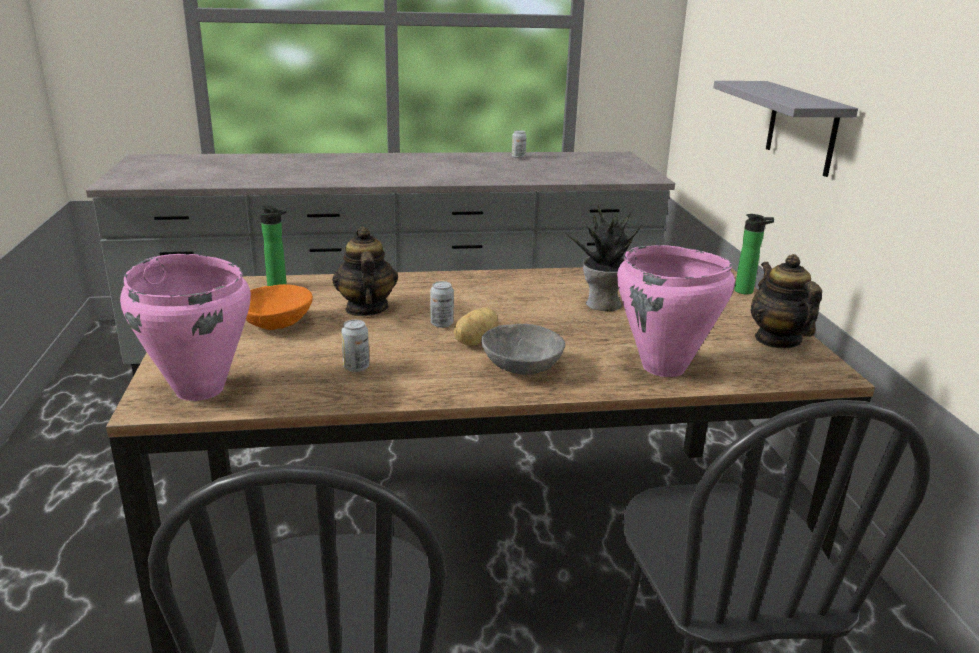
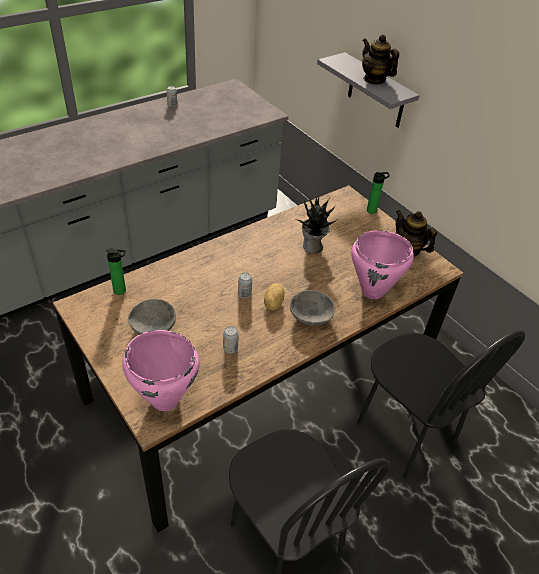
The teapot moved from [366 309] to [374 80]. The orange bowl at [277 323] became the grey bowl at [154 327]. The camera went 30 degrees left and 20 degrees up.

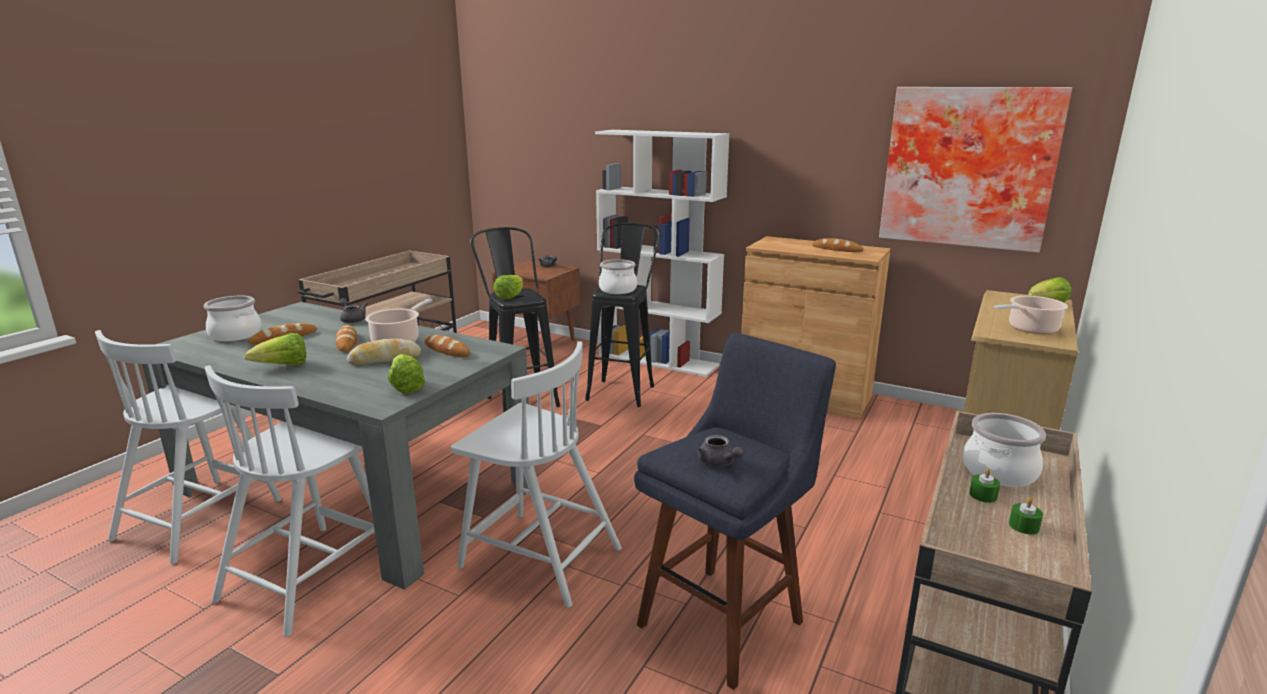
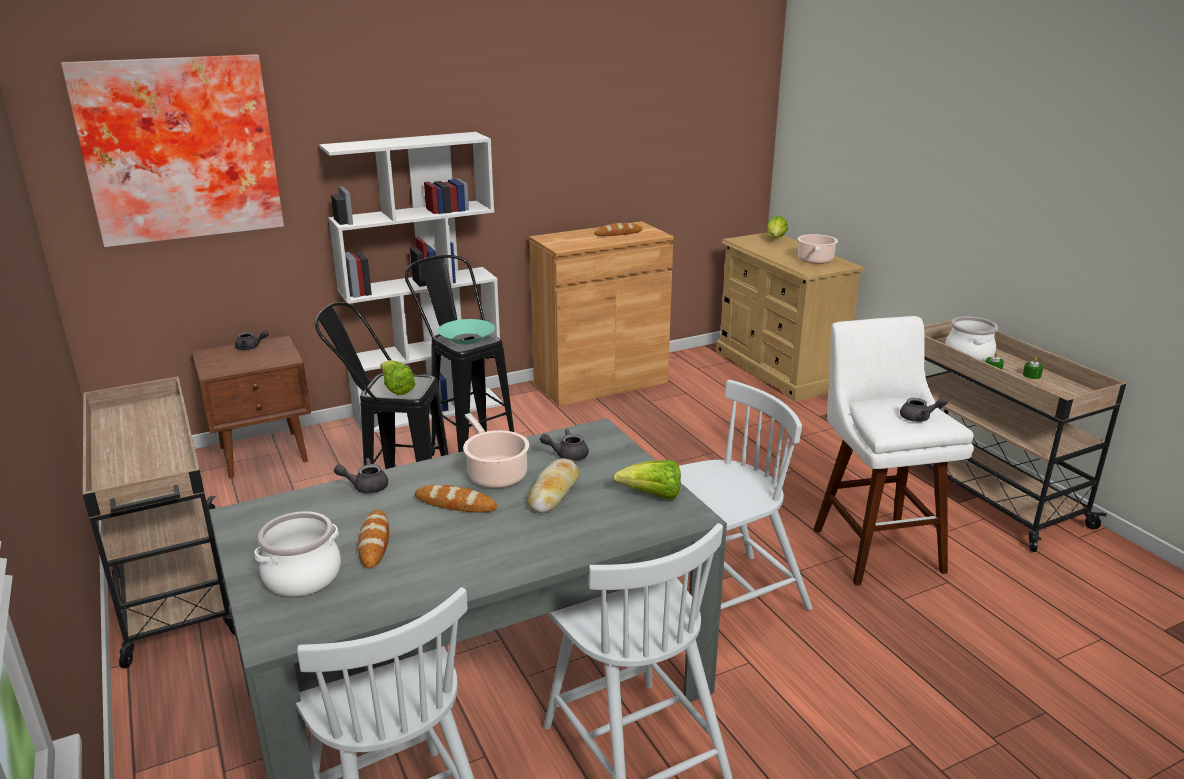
The lettuce at [284 366] disappeared. The picture moved from [968 167] to [180 149]. The bread at [447 350] was replaced by the grey teapot at [567 455]. The cooking pot at [618 290] was replaced by the turquoise bowl at [467 338]. The blue stool at [726 617] became the white stool at [873 545]. The camera went 55 degrees left and 5 degrees up.

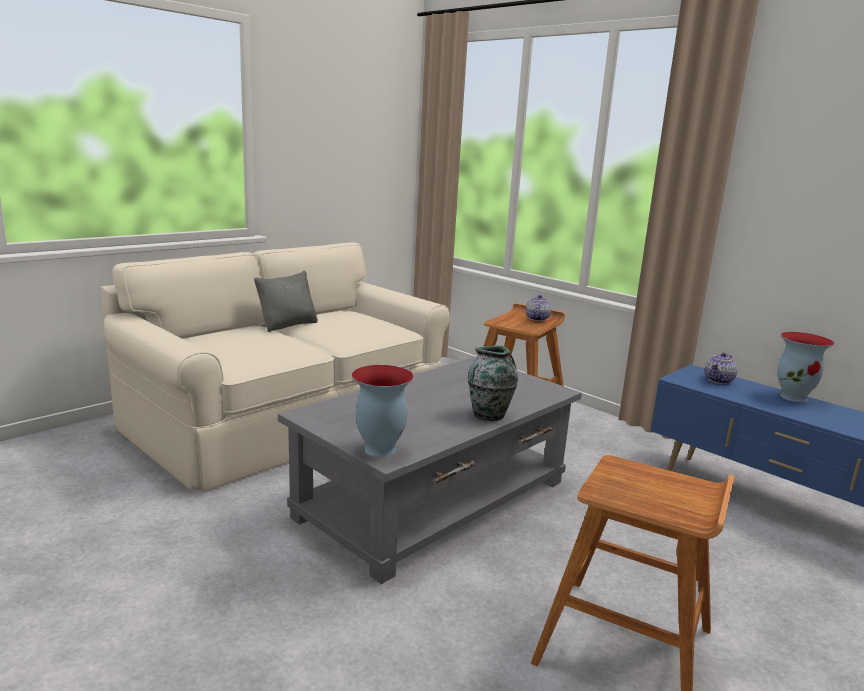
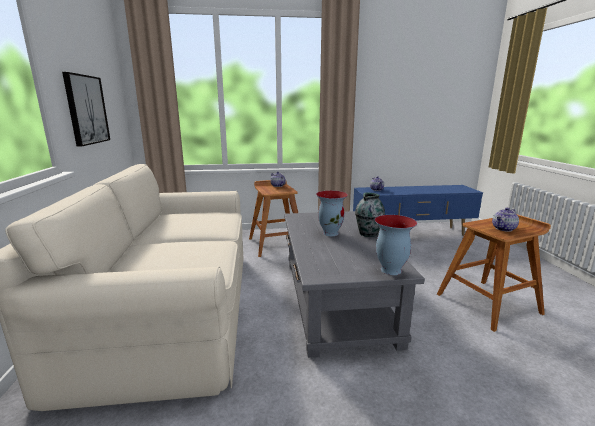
The grey pillow at [288 325] disappeared. The picture at [86 110] appeared. The teapot at [504 229] appeared. The vase moved from [794 397] to [330 233]. The camera went 50 degrees left and 0 degrees up.

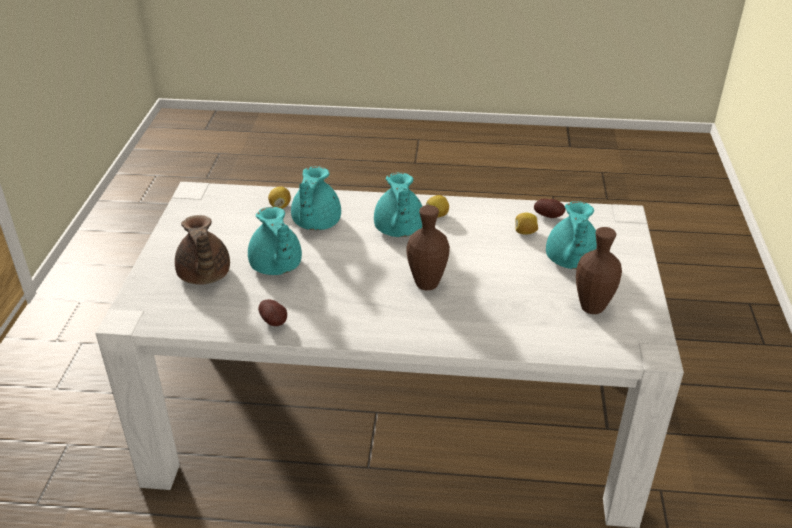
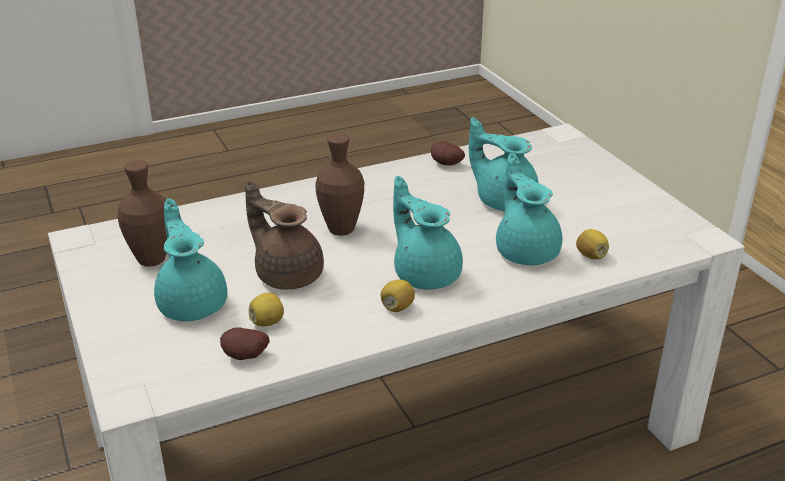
The brown teapot moved from [204 276] to [287 274]. The camera went 150 degrees right and 5 degrees down.

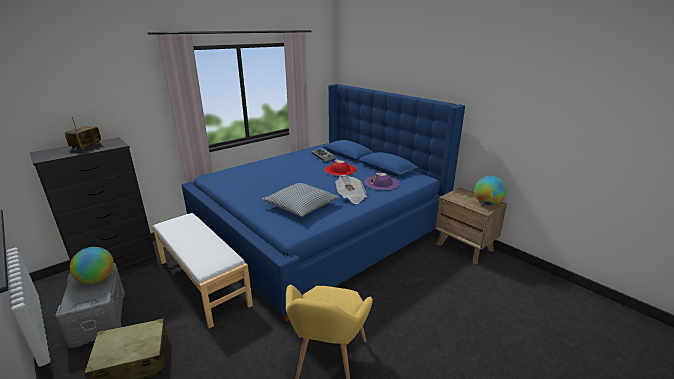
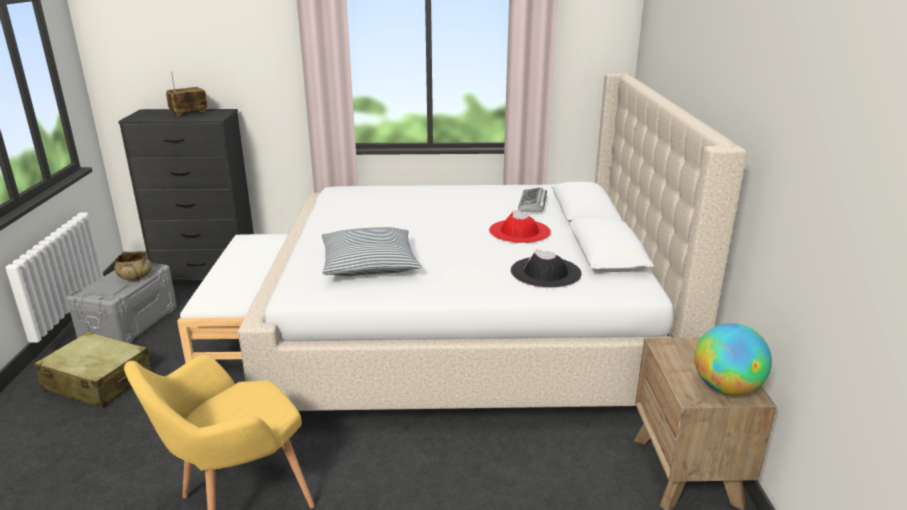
The newspaper at [351 197] disappeared. The globe at [97 279] was replaced by the beige bowl at [135 277]. The blue bed at [320 231] became the beige bed at [470 331]. The purple hat at [381 183] became the black hat at [545 272]. The camera went 40 degrees right and 0 degrees up.

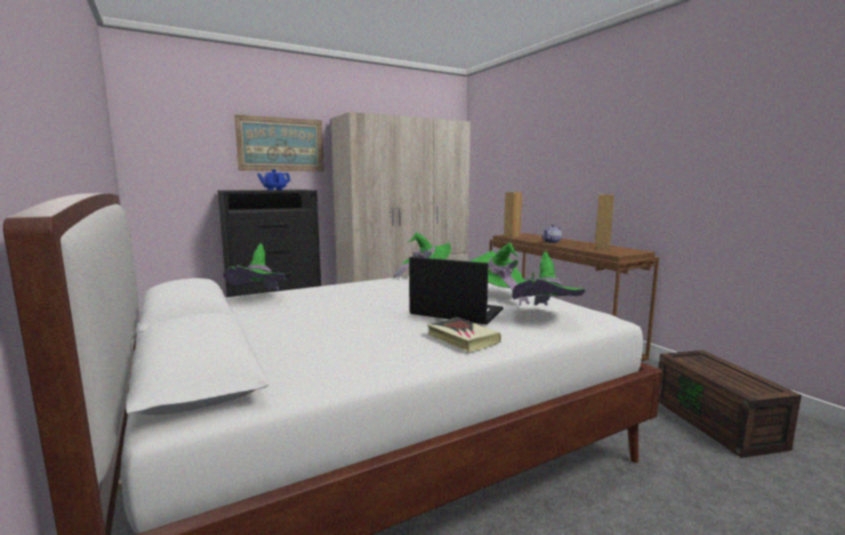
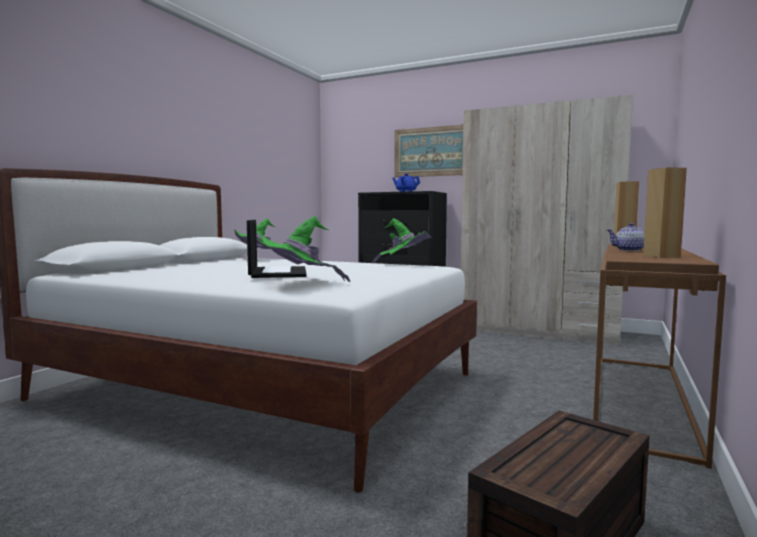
The book at [462 339] disappeared. The green hat at [500 295] disappeared. The camera went 55 degrees right and 5 degrees down.

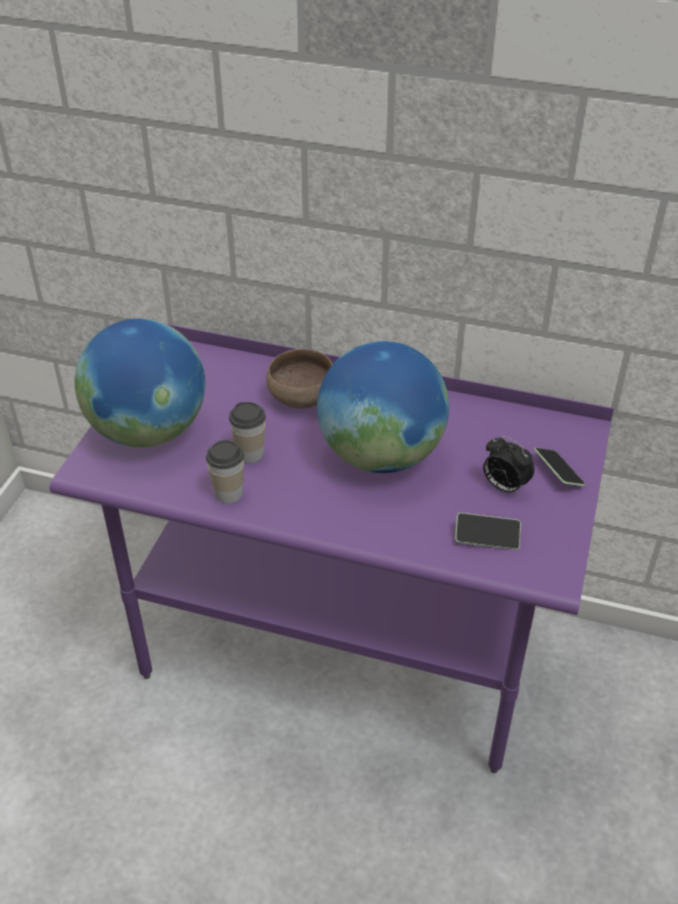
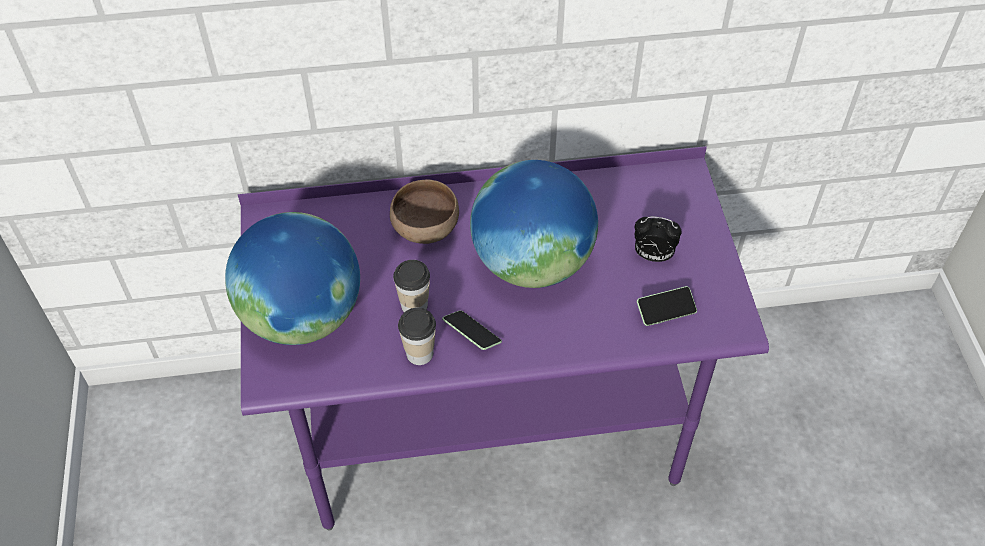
The phone moved from [557 473] to [471 335]. The camera went 25 degrees left and 10 degrees up.

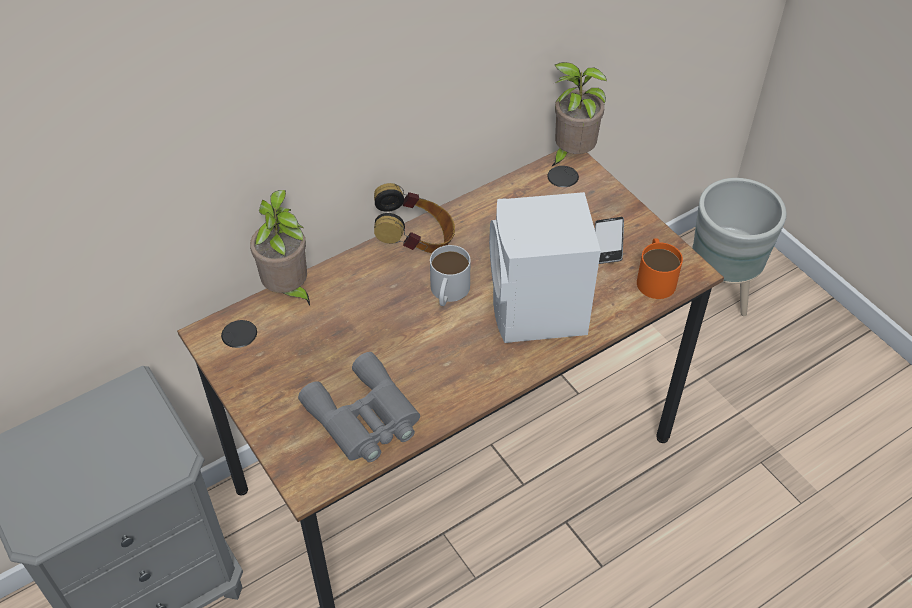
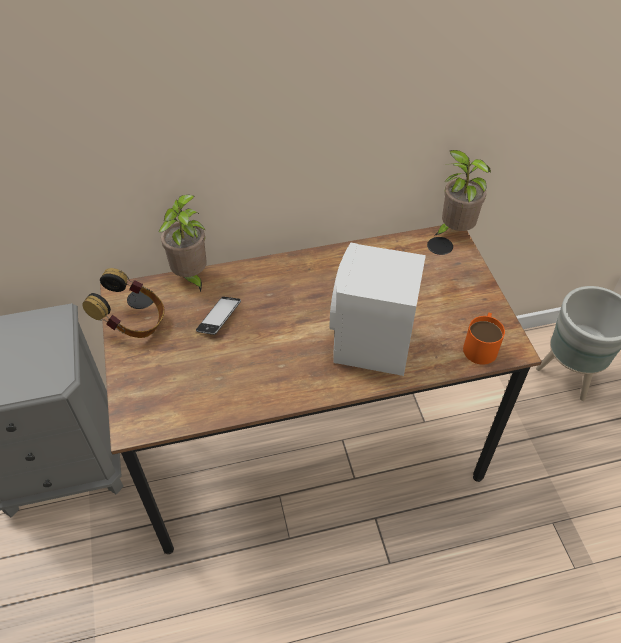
The grey binoculars at [364 419] disappeared. The white mug at [448 292] disappeared. The headphones moved from [415 241] to [133 322]. The phone moved from [607 244] to [219 318]. The camera went 20 degrees right and 0 degrees up.

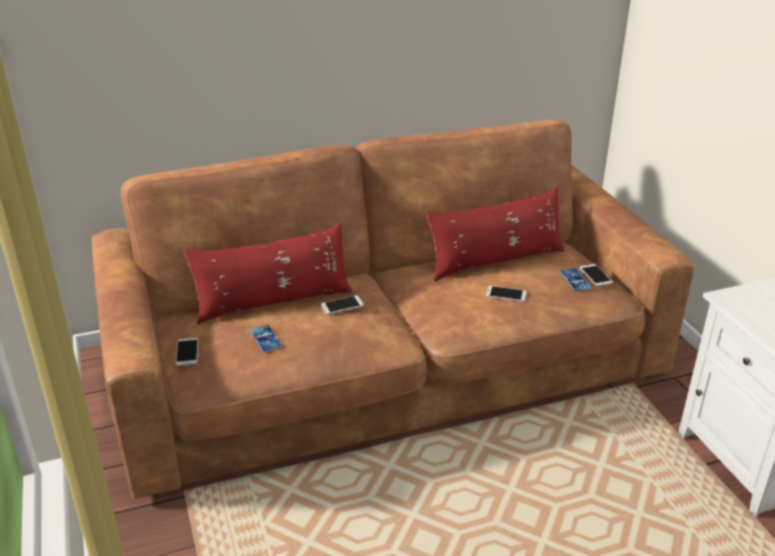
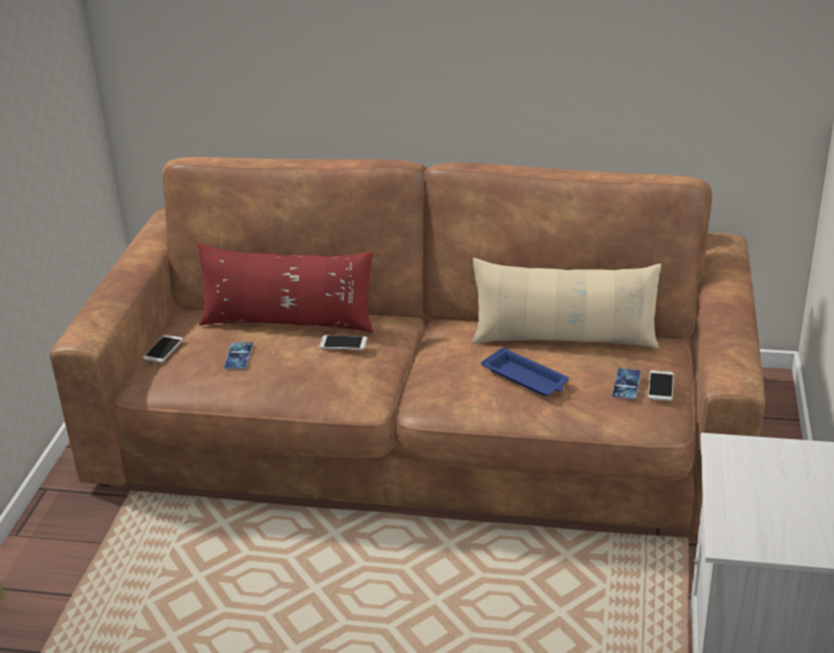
The phone at [506 294] was replaced by the blue tray at [526 378]. The red pillow at [496 261] became the beige pillow at [564 339]. The camera went 30 degrees right and 0 degrees up.

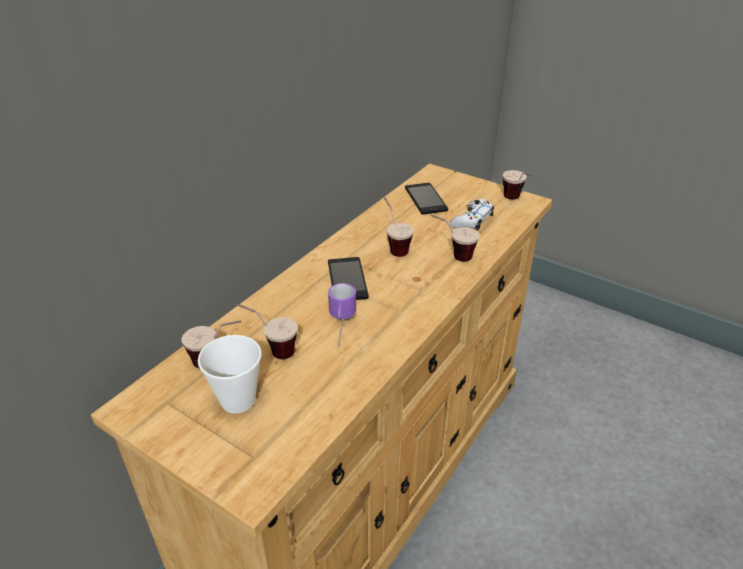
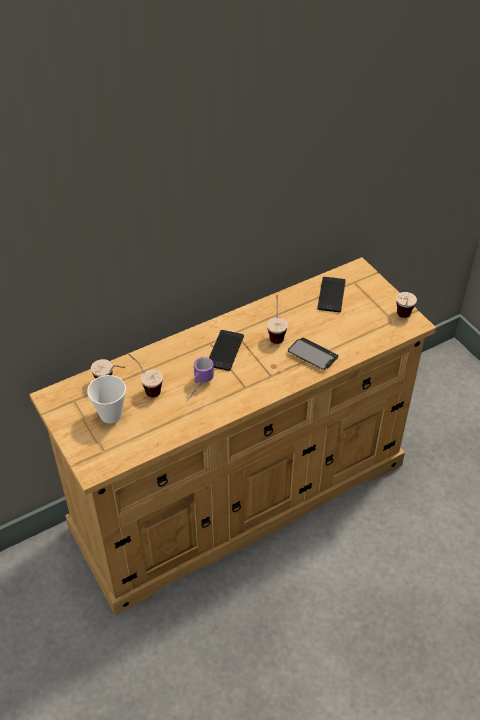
The white game controller at [472 220] disappeared. The cup at [451 255] was replaced by the phone at [312 354]. The camera went 25 degrees right and 10 degrees up.

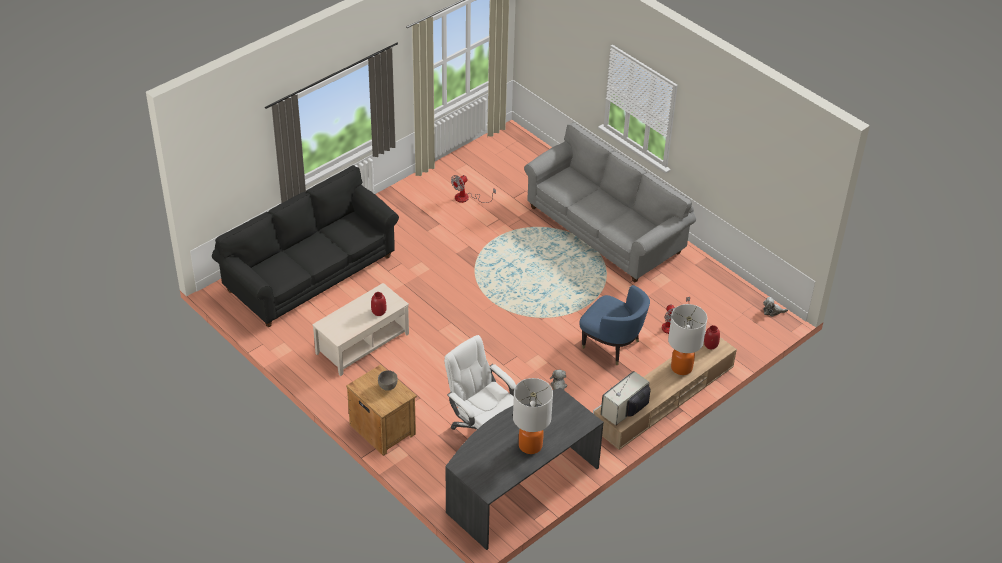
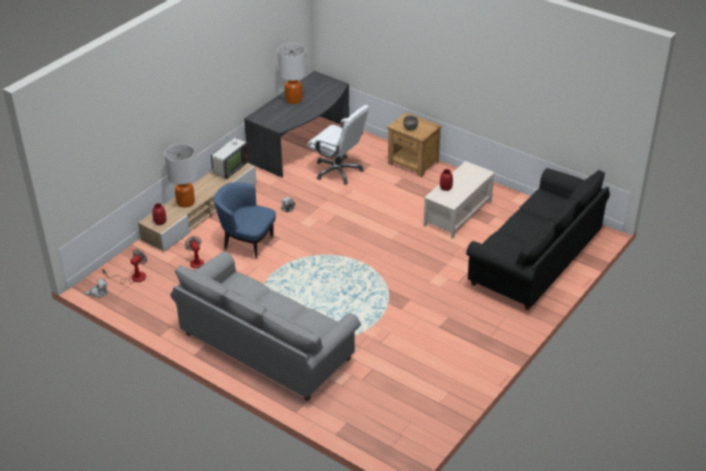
The fan moved from [467 198] to [133 277]. The camera went 170 degrees right and 5 degrees down.

